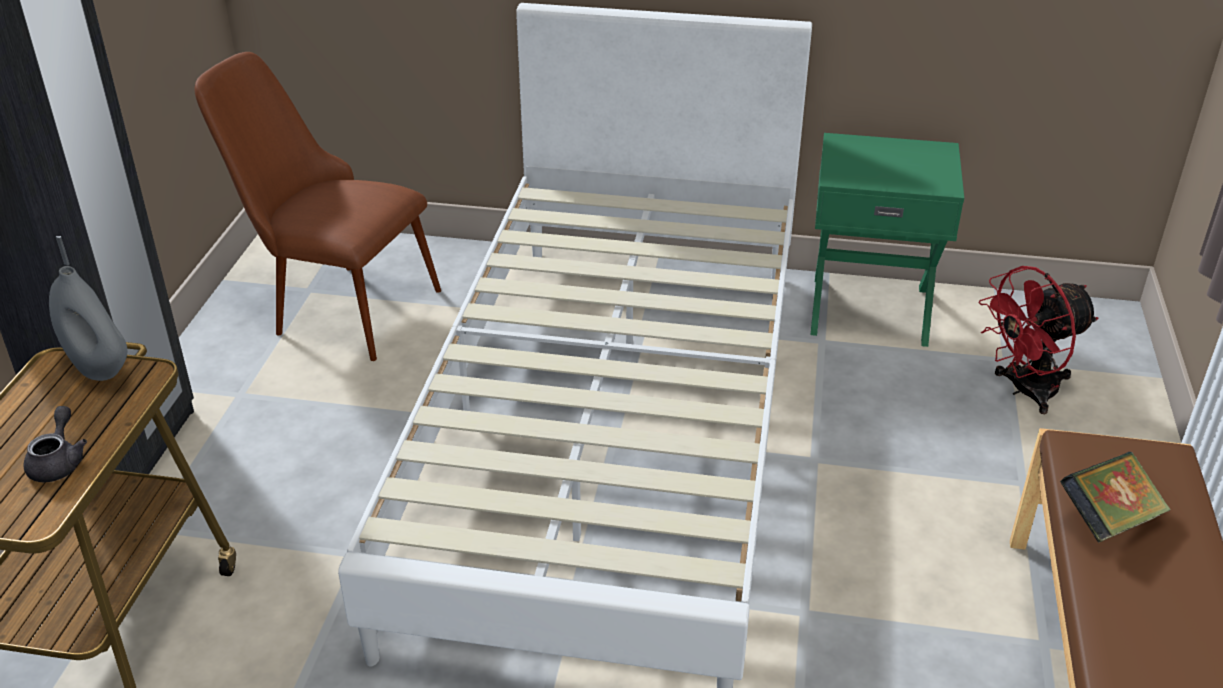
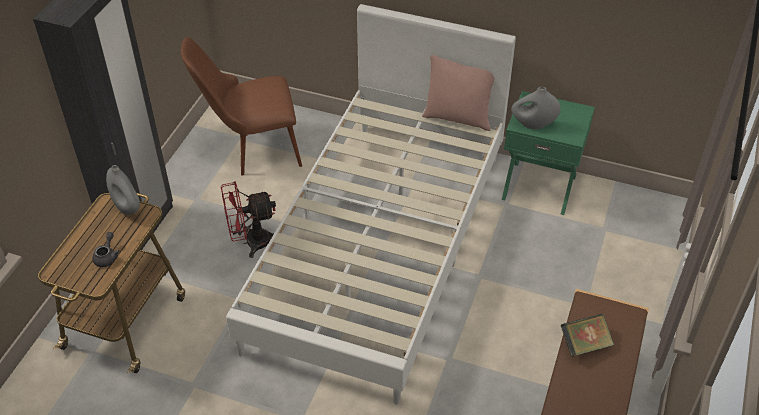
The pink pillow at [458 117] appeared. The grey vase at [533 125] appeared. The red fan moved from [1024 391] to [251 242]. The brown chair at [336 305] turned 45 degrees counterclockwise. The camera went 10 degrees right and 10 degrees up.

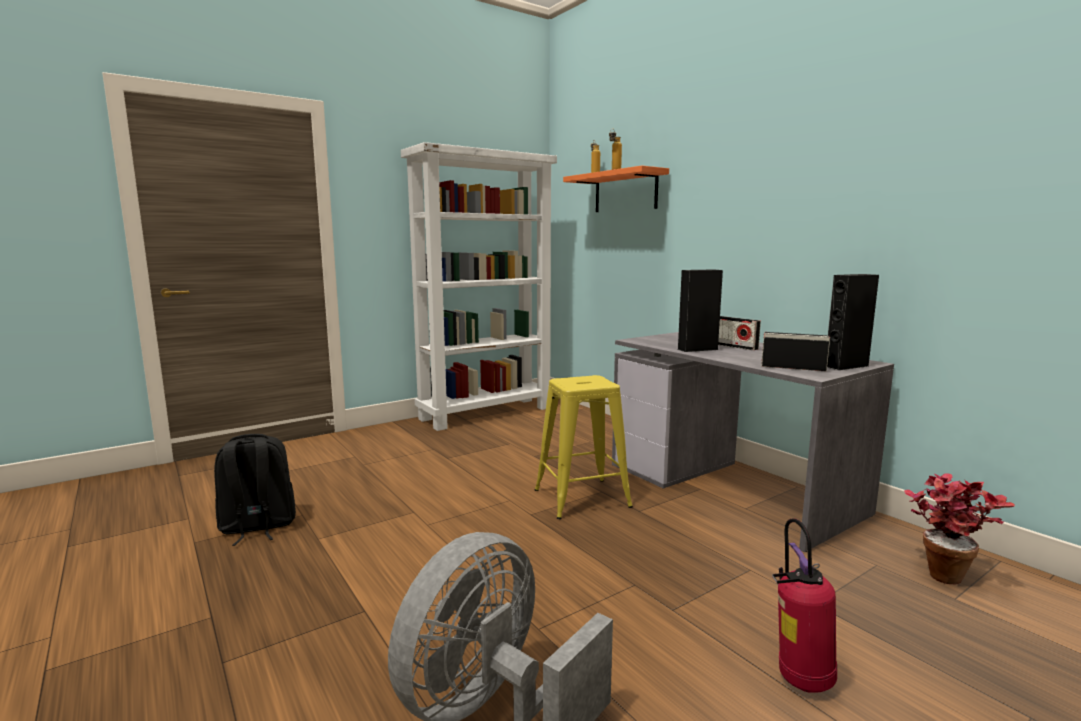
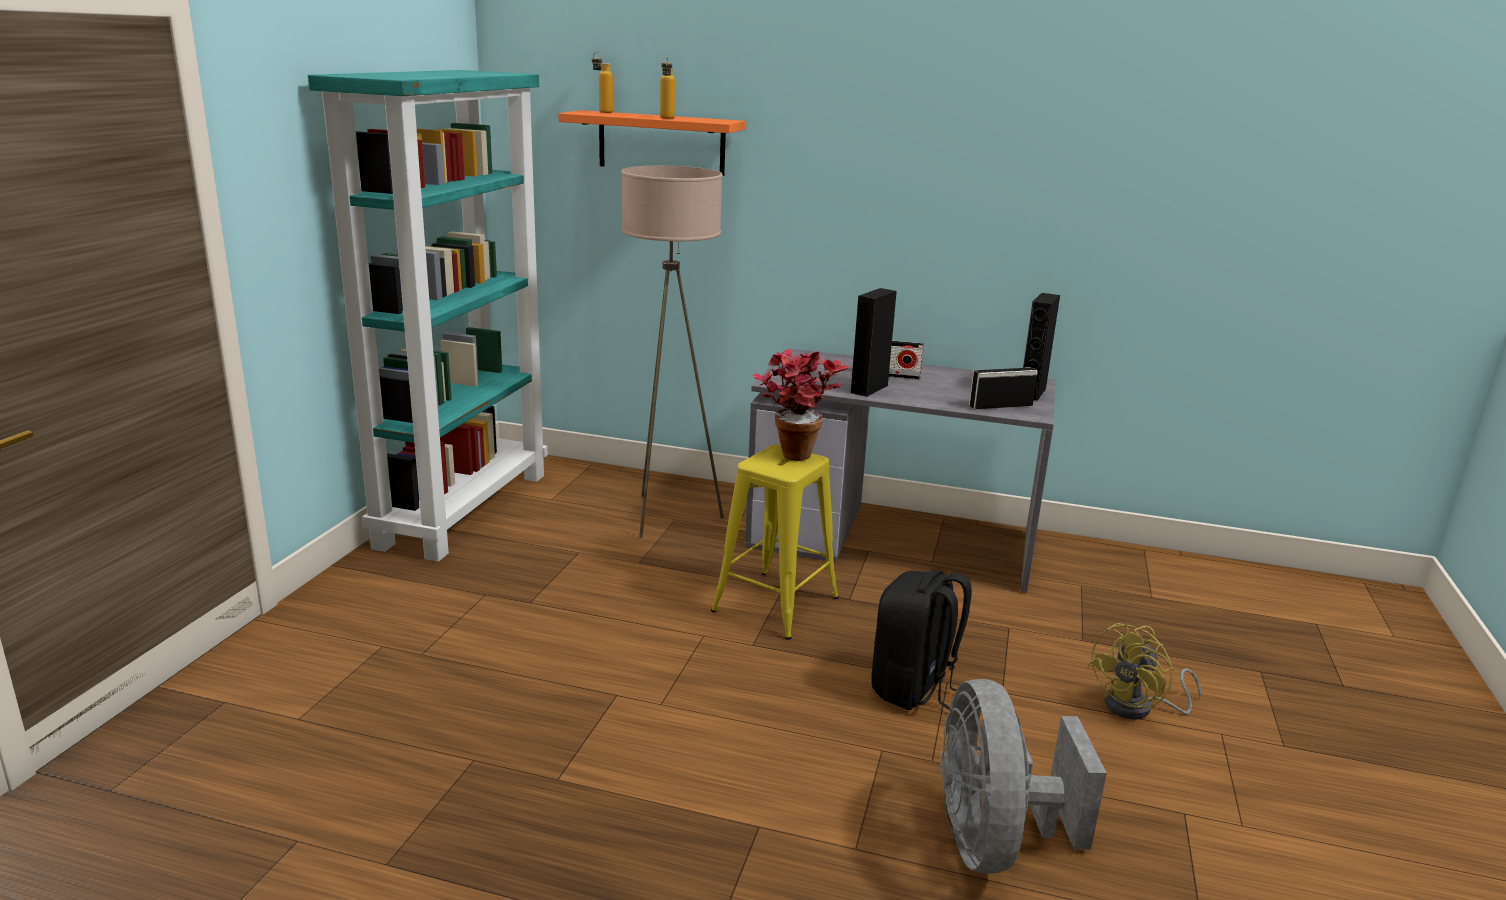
The beige floor lamp at [668 516] appeared. The black backpack moved from [257 527] to [915 689]. The potted plant moved from [943 572] to [793 451]. The fire extinguisher at [799 679] was replaced by the yellow fan at [1138 708]. The white bookcase at [486 413] became the turquoise bookcase at [464 508]. The camera went 40 degrees left and 10 degrees up.

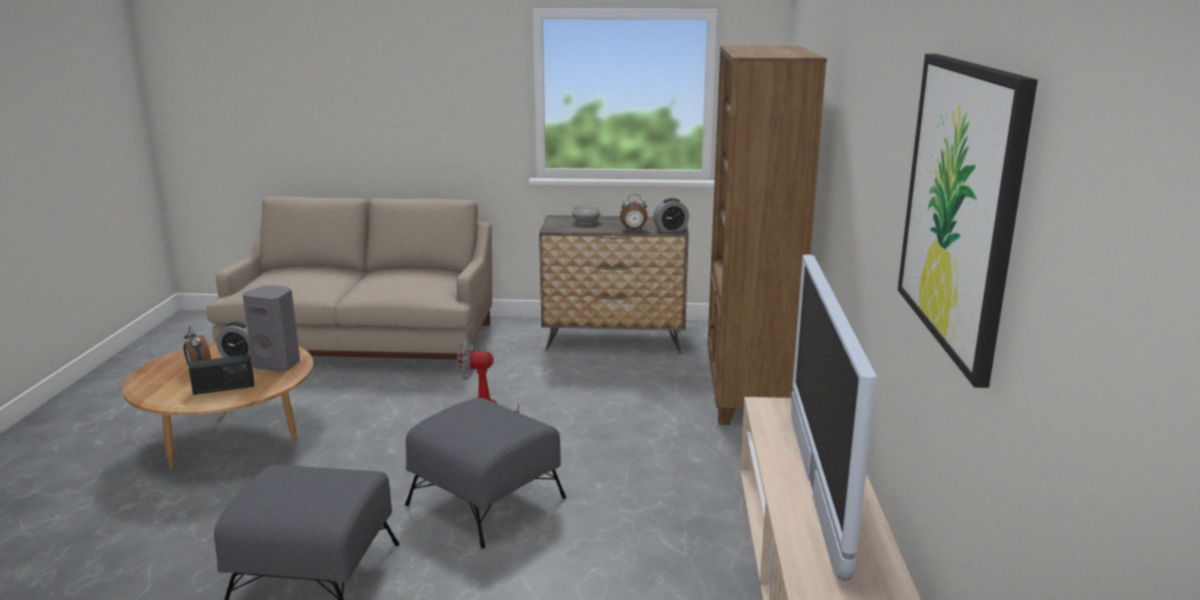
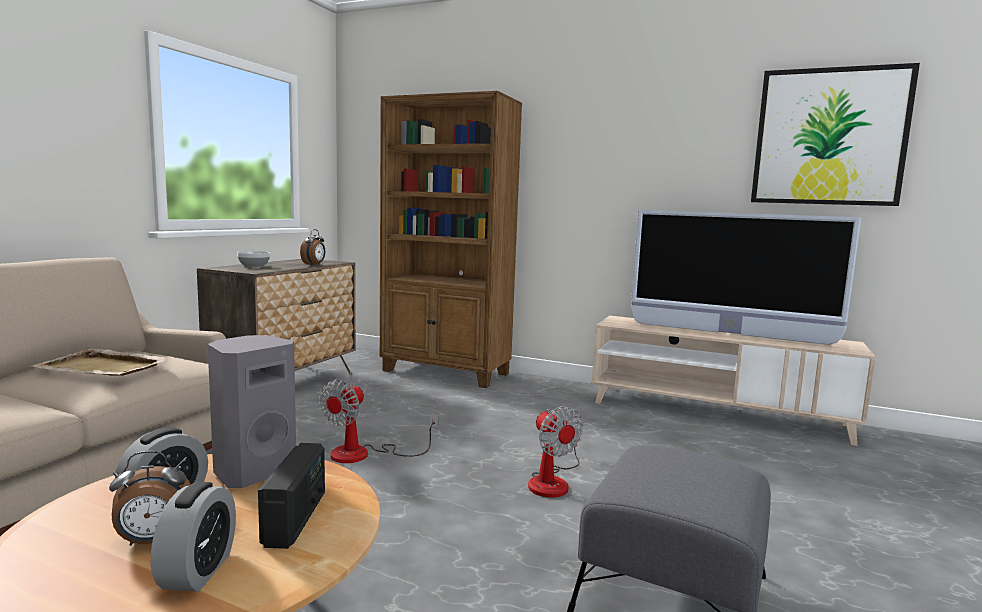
The beige tray at [104 367] appeared. The alarm clock moved from [670 229] to [198 571]. The grey ottoman at [486 501] was replaced by the fan at [552 481]. The camera went 70 degrees left and 10 degrees down.

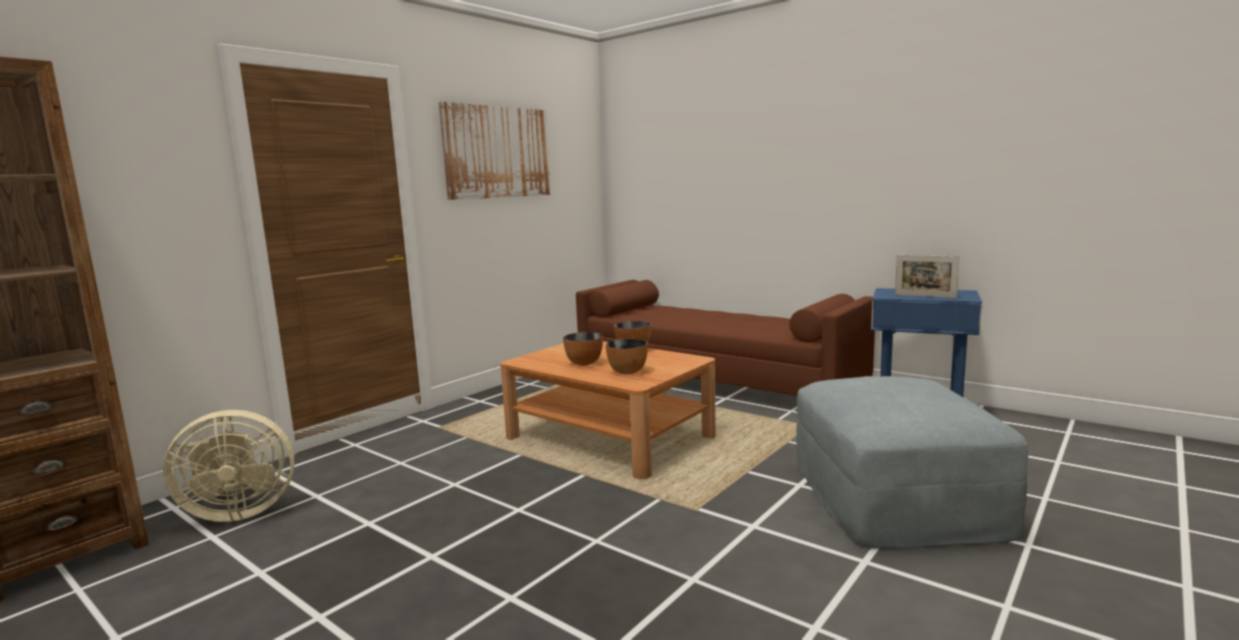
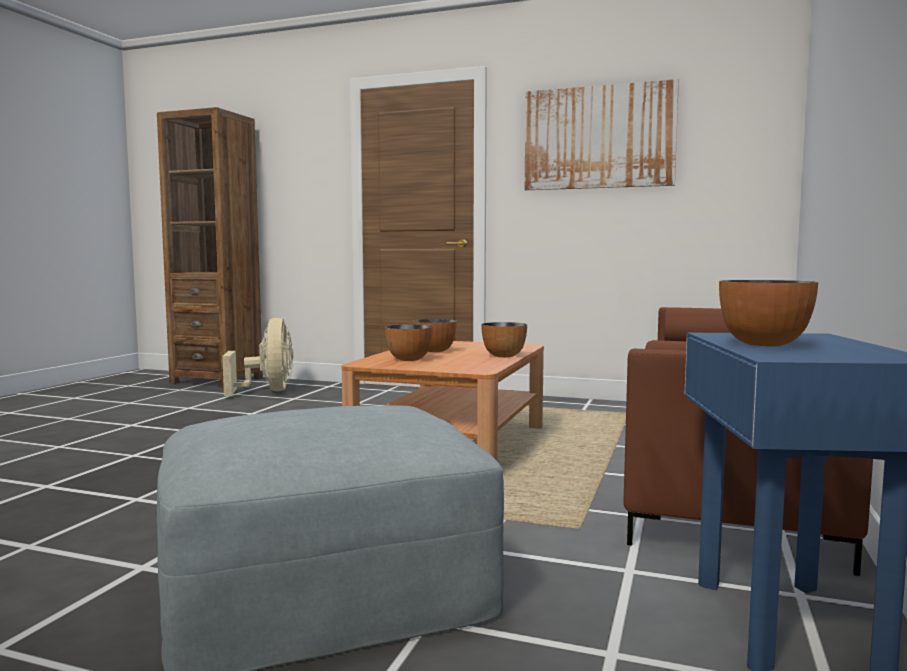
The picture frame at [925 296] was replaced by the bowl at [764 344]. The beige fan at [238 512] turned 150 degrees counterclockwise. The camera went 70 degrees right and 5 degrees down.

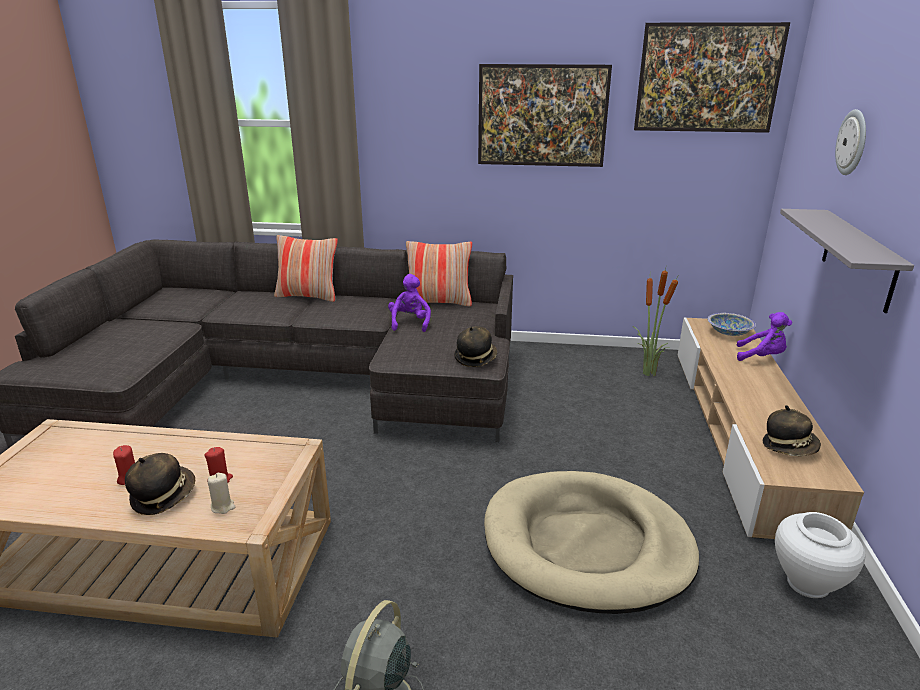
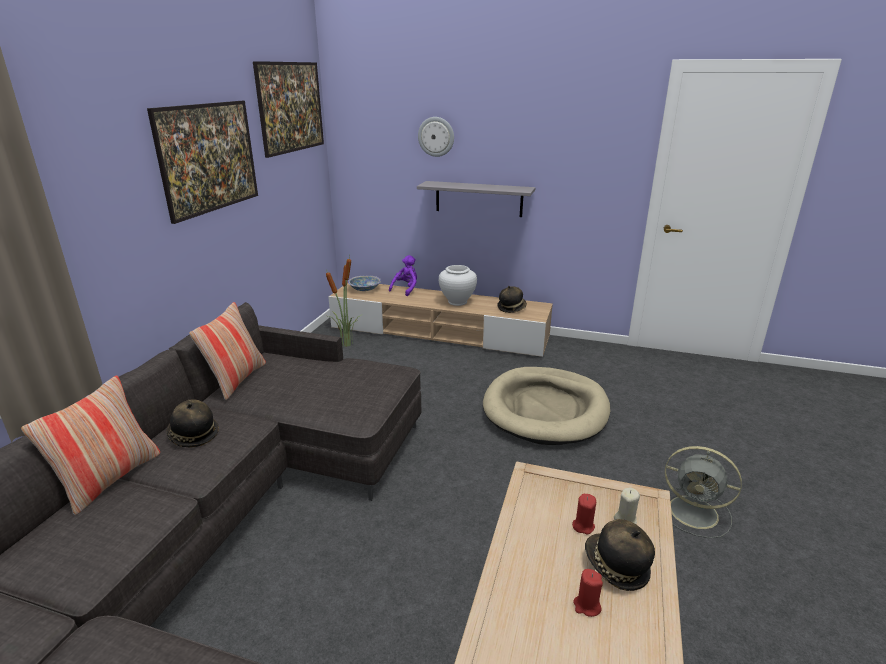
The purple plush toy at [410 323] disappeared. The hat moved from [475 358] to [193 435]. The white vase moved from [807 583] to [457 302]. The camera went 80 degrees left and 0 degrees up.

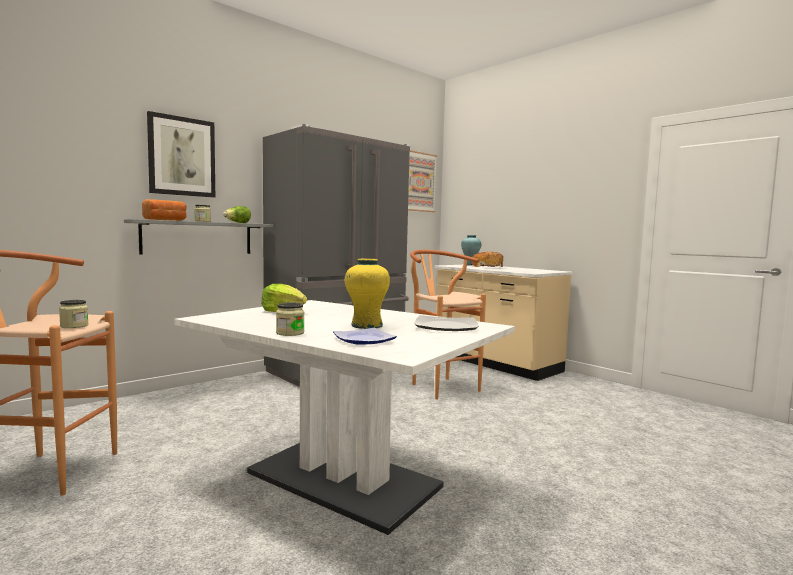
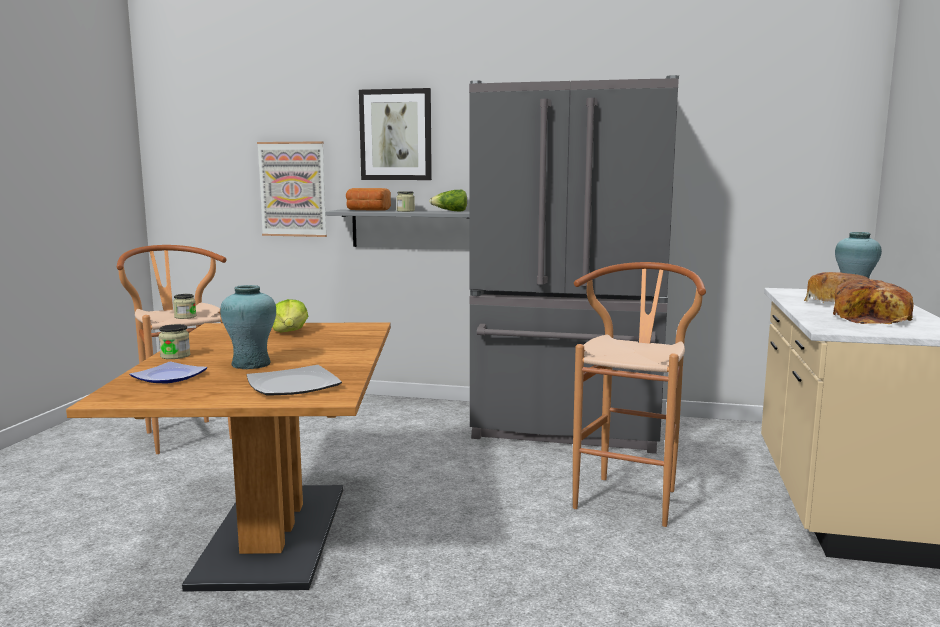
The bread at [872 318] appeared. The picture moved from [419 182] to [293 189]. The white dining table at [343 480] became the brown dining table at [273 534]. The yellow vase at [366 325] became the turquoise vase at [251 364]. The camera went 55 degrees right and 5 degrees up.

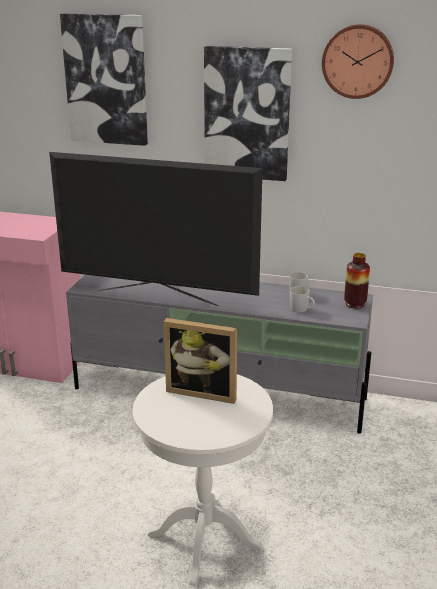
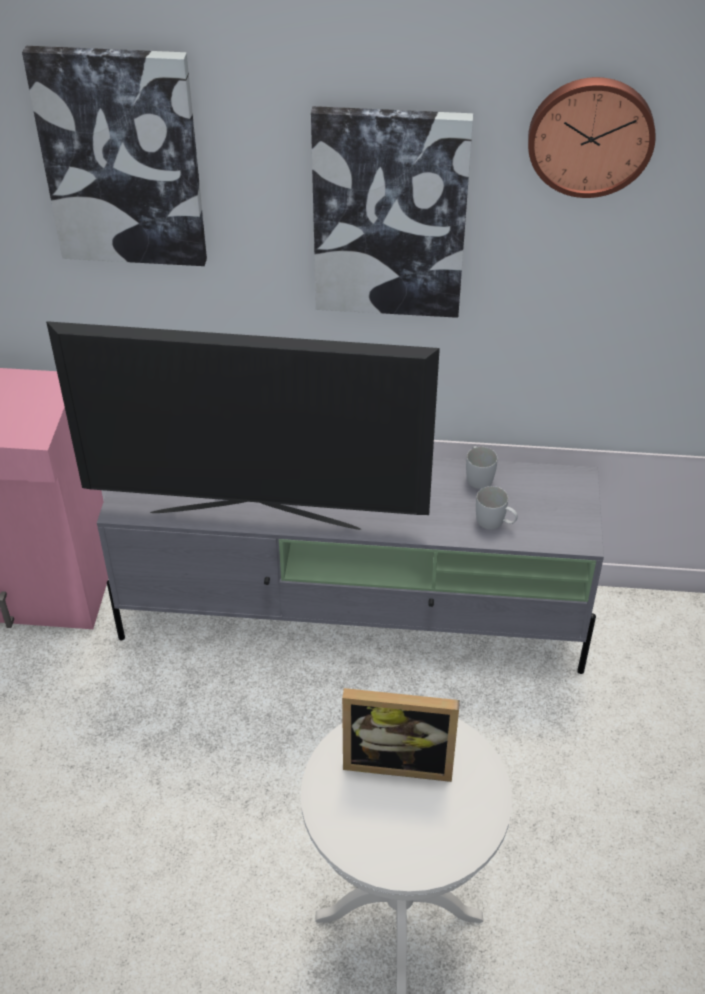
The vase at [355 304] disappeared. The camera went 10 degrees left and 20 degrees up.

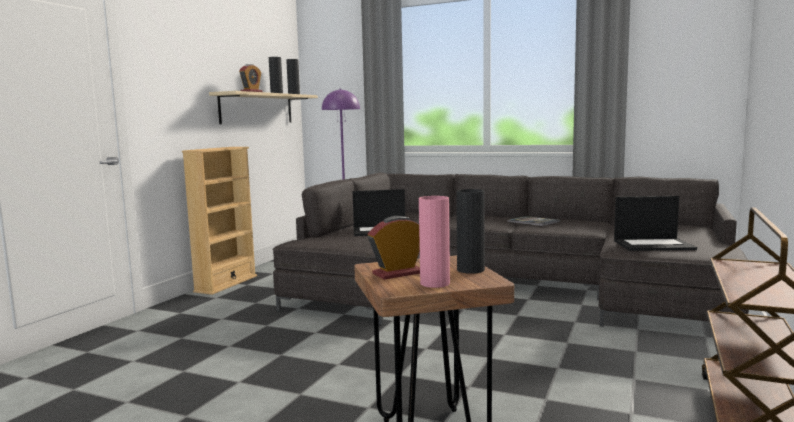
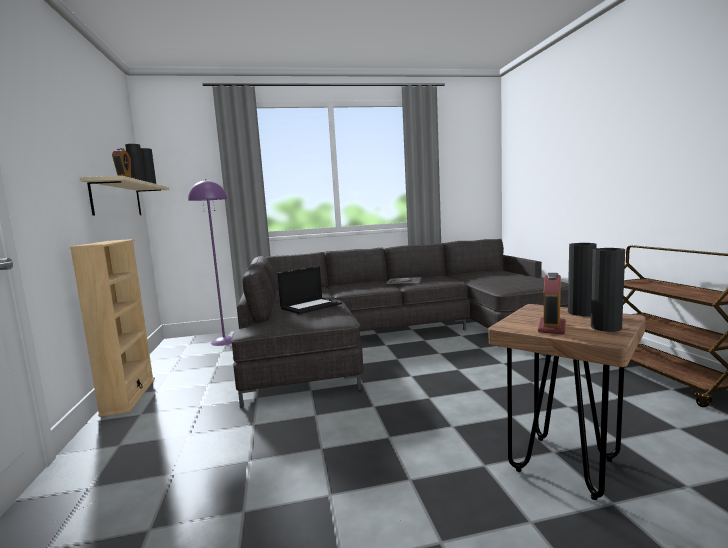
The laptop at [654 245] disappeared. The pink vase at [435 283] became the black vase at [606 327]. The camera went 35 degrees left and 0 degrees up.

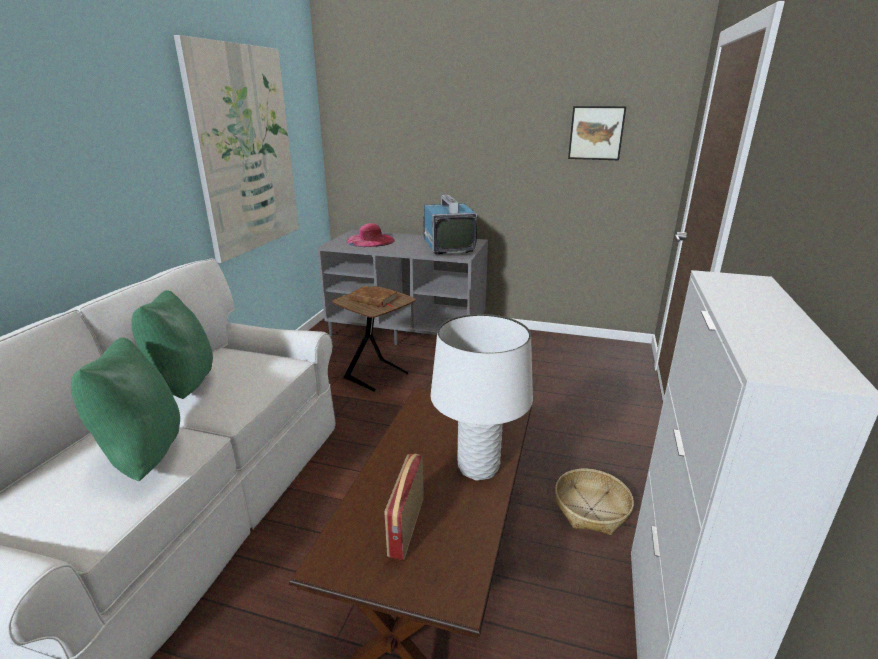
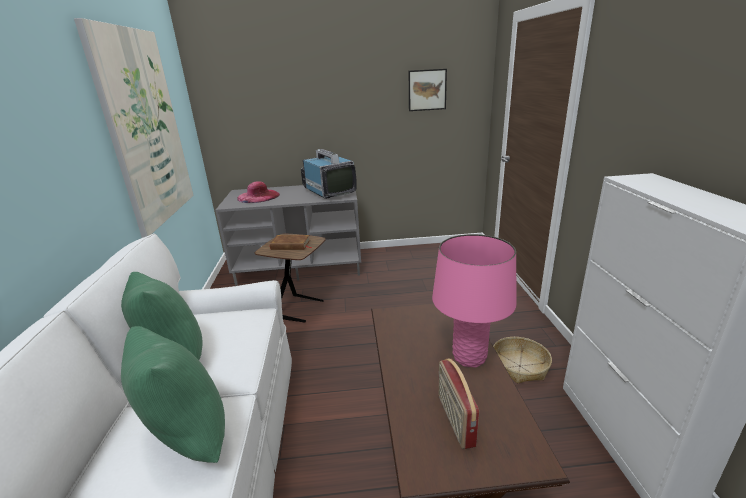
The white table lamp at [478 468] became the pink table lamp at [469 357]. The camera went 20 degrees left and 0 degrees up.

